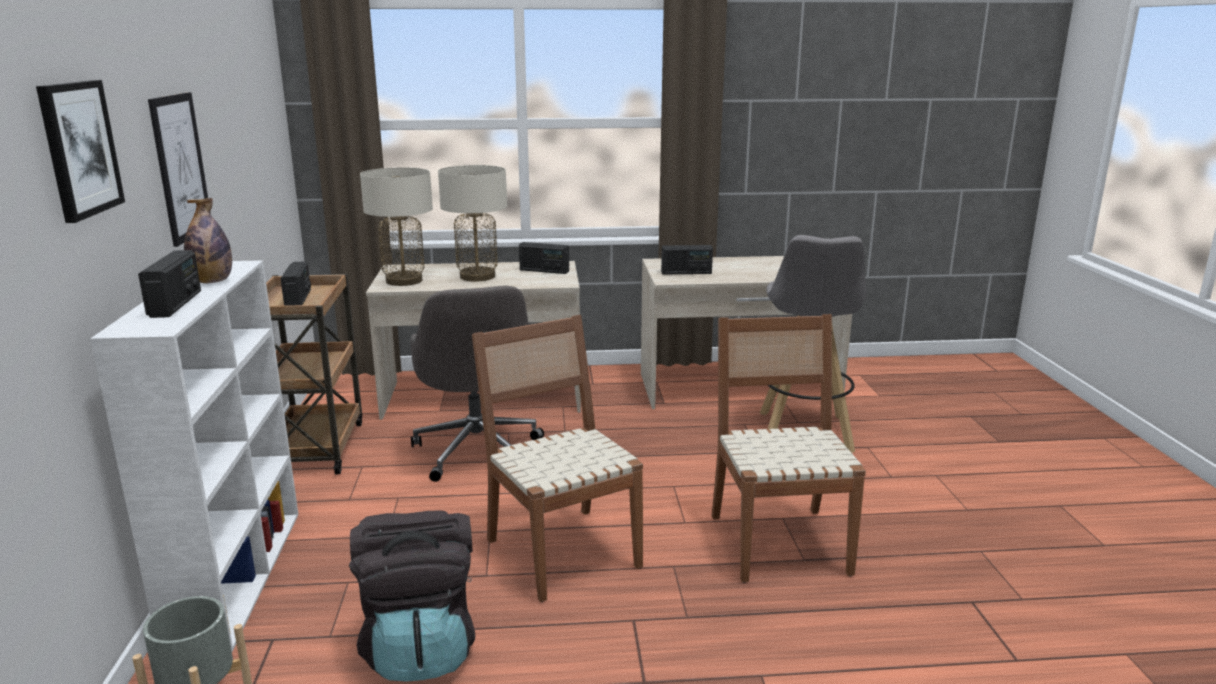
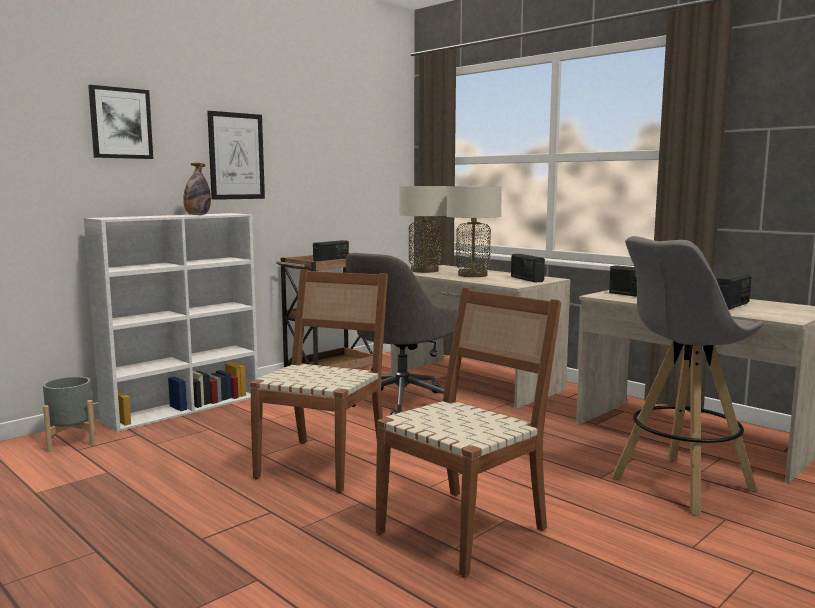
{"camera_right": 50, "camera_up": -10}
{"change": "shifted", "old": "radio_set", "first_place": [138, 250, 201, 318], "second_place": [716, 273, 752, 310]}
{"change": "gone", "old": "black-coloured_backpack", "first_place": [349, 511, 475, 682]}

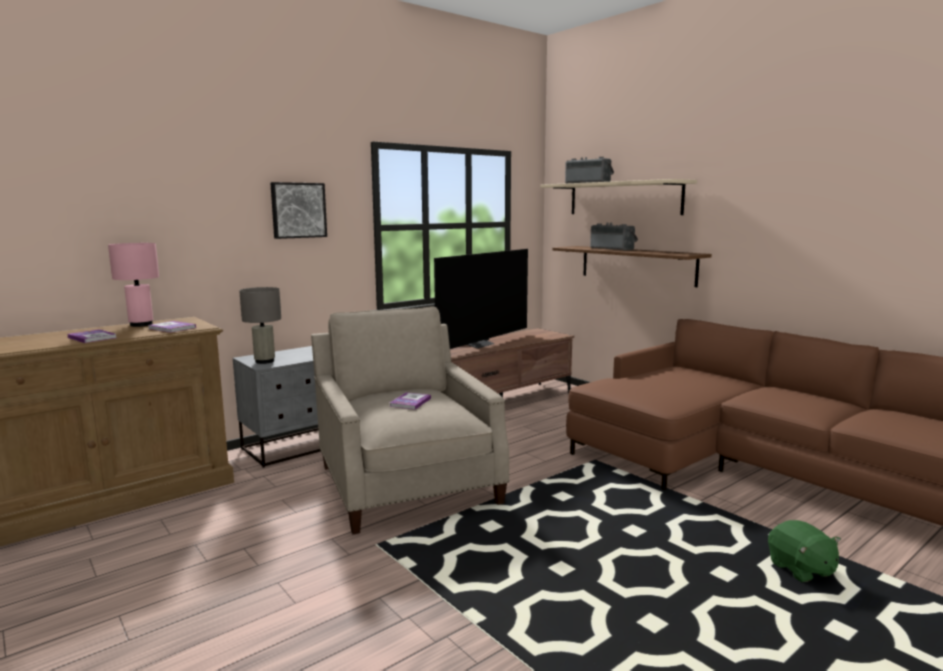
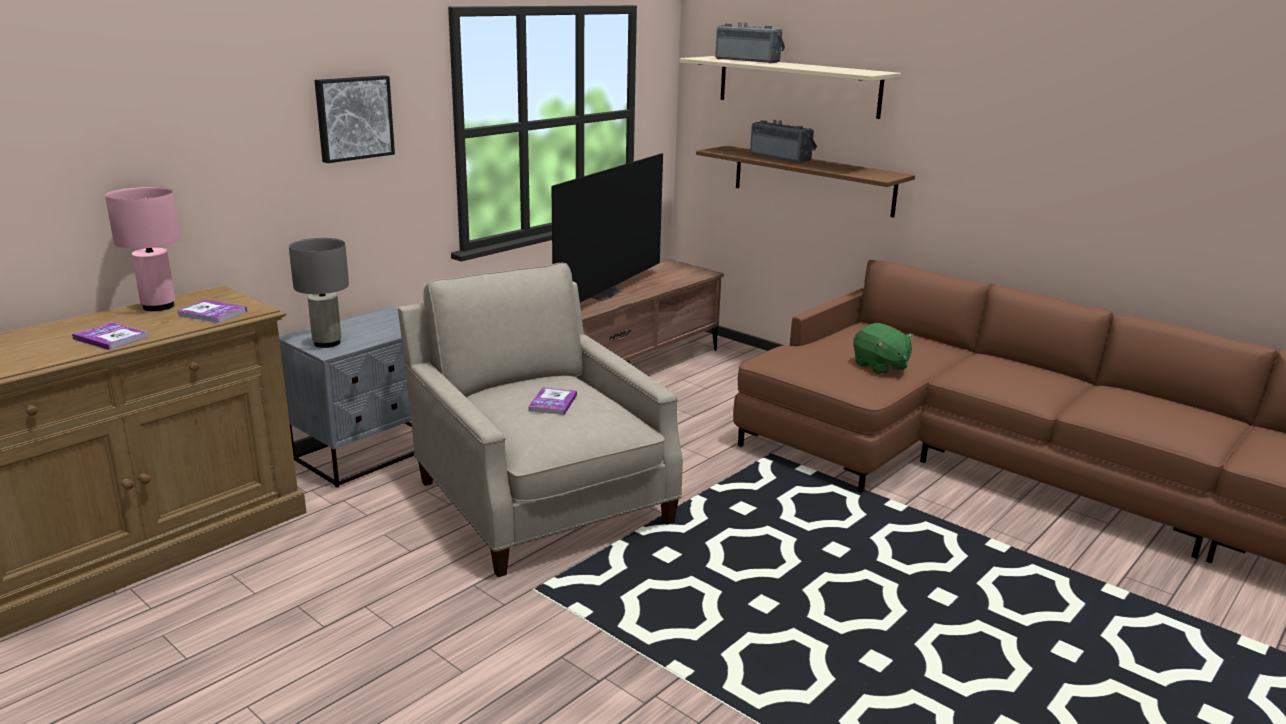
{"camera_right": -10, "camera_up": 10}
{"change": "shifted", "old": "green-coloured_cuddly_toy", "first_place": [768, 520, 841, 582], "second_place": [853, 323, 914, 375]}

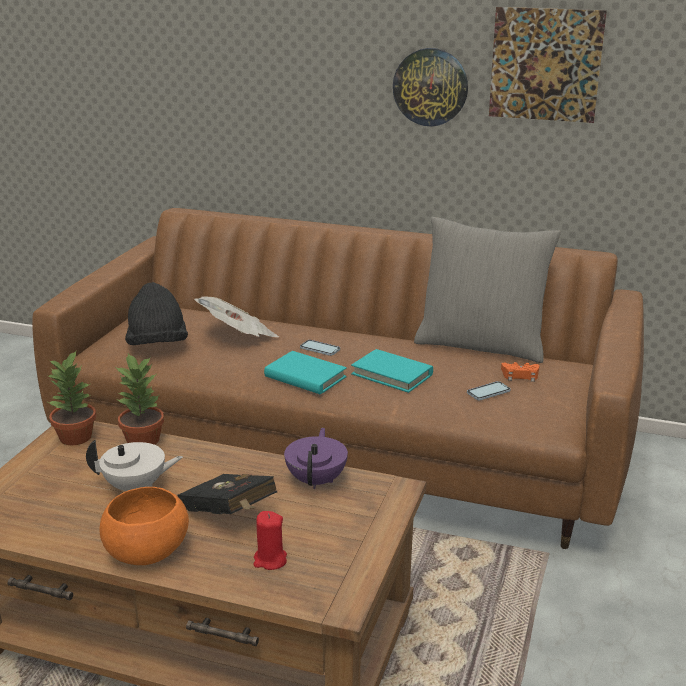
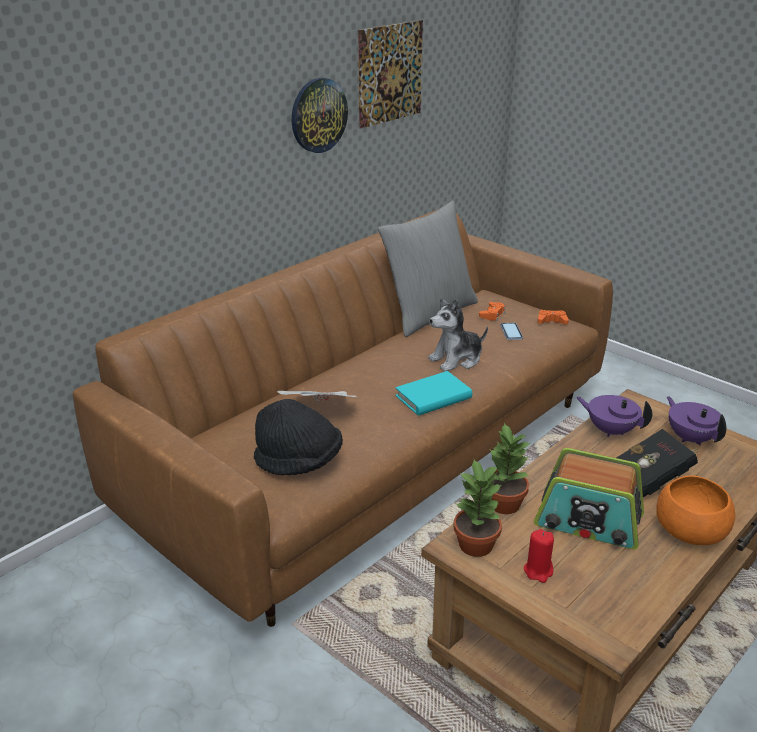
{"camera_right": -65, "camera_up": 5}
{"change": "swapped", "old": "blue-green_volume", "new": "cuddly_toy", "first_place": [351, 349, 433, 393], "second_place": [428, 298, 488, 372]}
{"change": "shifted", "old": "reddish_wax_candle", "first_place": [254, 511, 287, 570], "second_place": [524, 529, 554, 583]}
{"change": "swapped", "old": "whitish_pot_for_tea", "new": "radio_set", "first_place": [86, 440, 183, 491], "second_place": [534, 448, 644, 549]}
{"change": "new", "new": "orangey_game_controller", "second_place": [538, 310, 569, 325]}
{"change": "new", "new": "purplish_pot_for_tea", "second_place": [667, 396, 726, 445]}
{"change": "gone", "old": "handset", "first_place": [300, 340, 340, 356]}

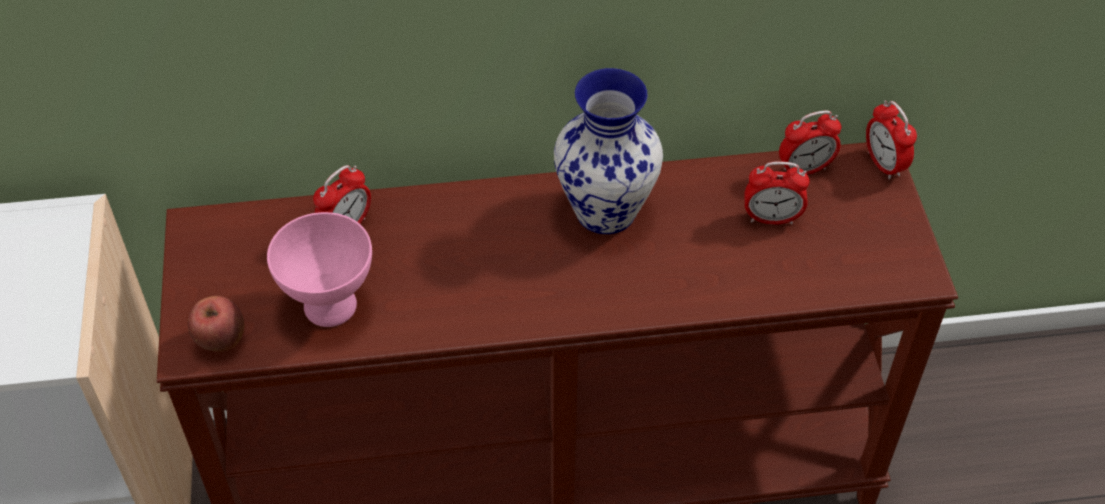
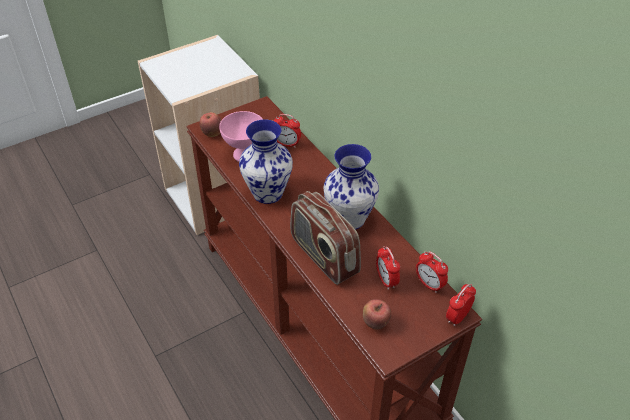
{"camera_right": 65, "camera_up": -5}
{"change": "new", "new": "vase", "second_place": [239, 119, 293, 204]}
{"change": "new", "new": "radio_set", "second_place": [290, 191, 361, 285]}
{"change": "new", "new": "apple_fruit", "second_place": [363, 299, 391, 330]}

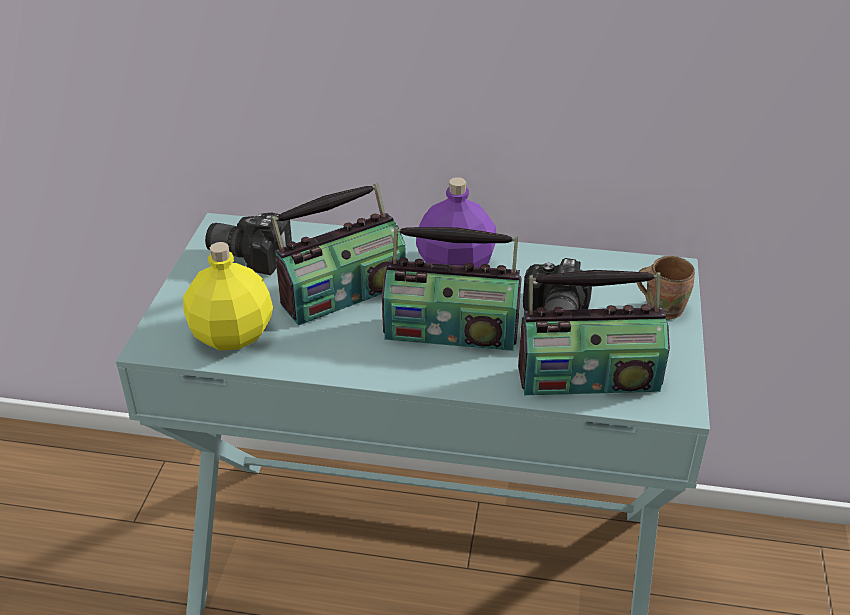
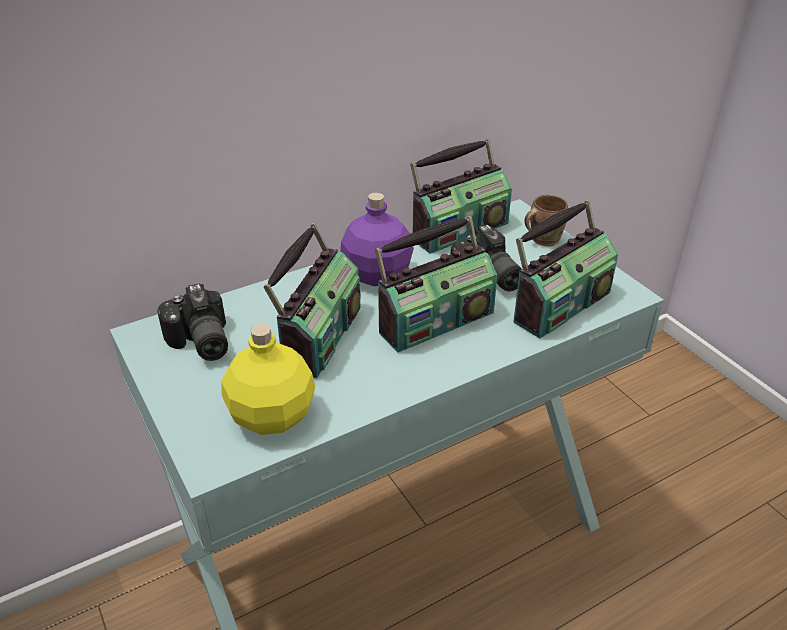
{"camera_right": -40, "camera_up": 0}
{"change": "rotated", "old": "photo_camera", "first_place": [205, 213, 292, 275], "second_place": [157, 283, 228, 361], "degrees": -90}
{"change": "new", "new": "radio_set", "second_place": [410, 139, 512, 254]}

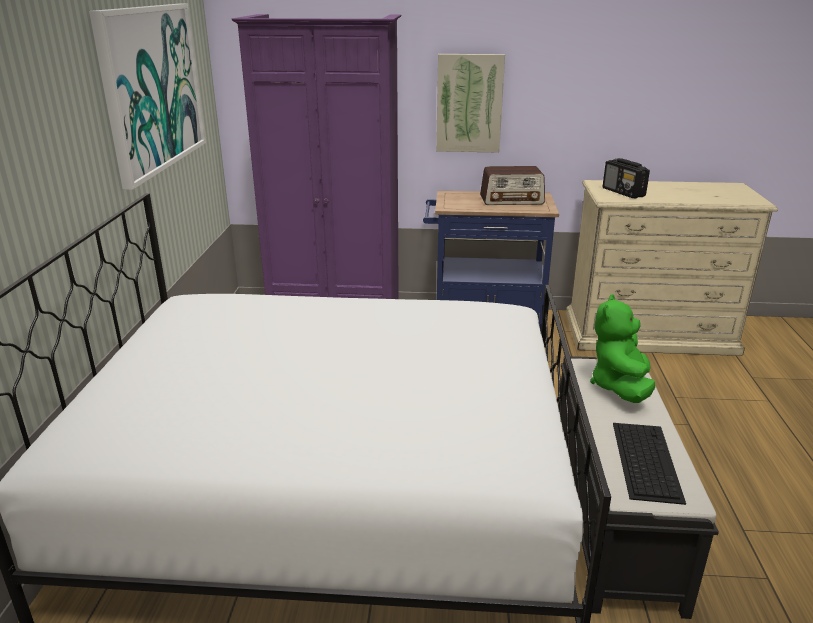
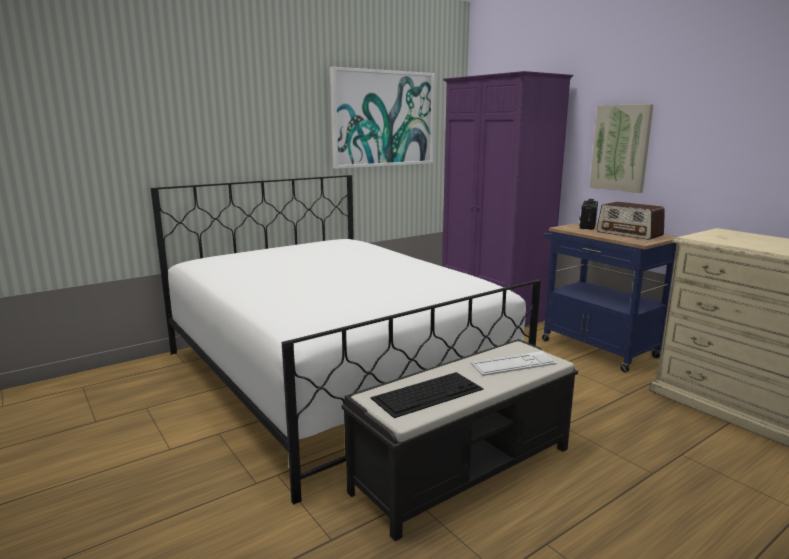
{"camera_right": 50, "camera_up": -10}
{"change": "swapped", "old": "green-coloured_cuddly_toy", "new": "PC_keyboard", "first_place": [590, 294, 655, 403], "second_place": [470, 351, 557, 376]}
{"change": "shifted", "old": "radio_set", "first_place": [603, 158, 650, 198], "second_place": [579, 199, 598, 230]}

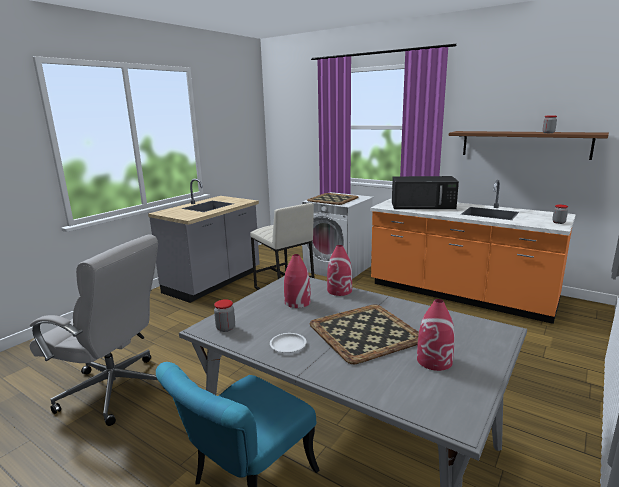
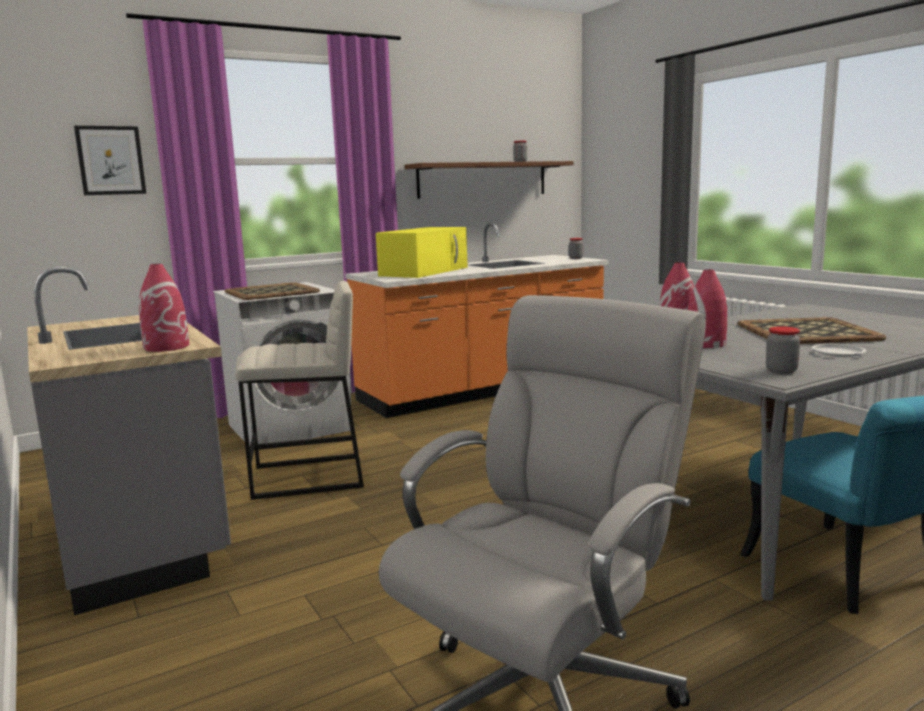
{"camera_right": -65, "camera_up": -5}
{"change": "new", "new": "wall_picture", "second_place": [74, 126, 146, 195]}
{"change": "shifted", "old": "reddish_vase", "first_place": [417, 299, 455, 371], "second_place": [139, 264, 189, 352]}
{"change": "repainted", "old": "black-coloured_microwave_oven", "new": "yellowish_microwave_oven", "first_place": [392, 176, 459, 209], "second_place": [376, 227, 468, 278]}

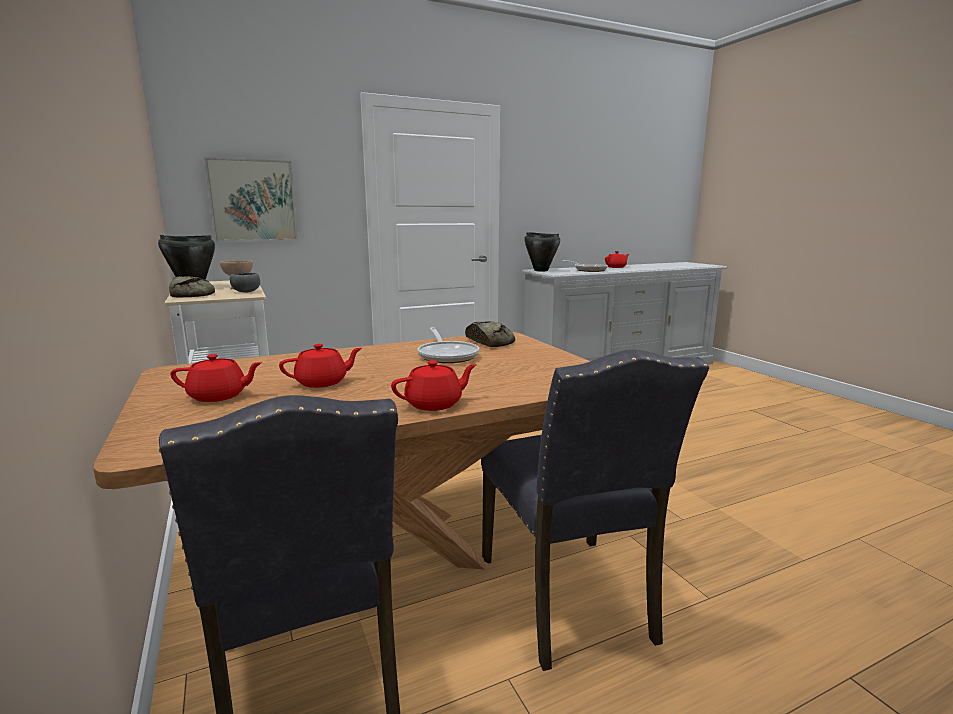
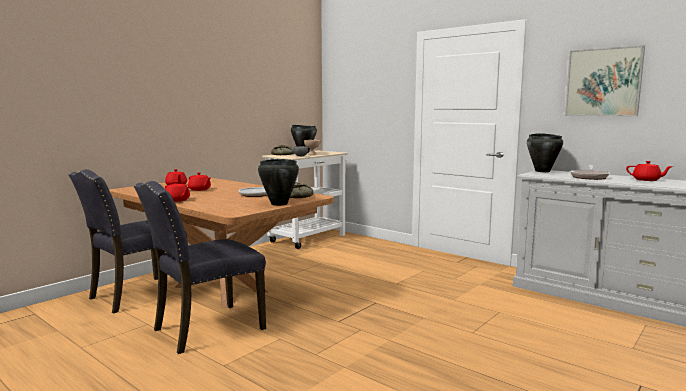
{"camera_right": 65, "camera_up": -5}
{"change": "new", "new": "black-coloured_stockpot", "second_place": [258, 159, 299, 206]}
{"change": "shifted", "old": "wall_picture", "first_place": [204, 157, 298, 242], "second_place": [565, 45, 645, 116]}

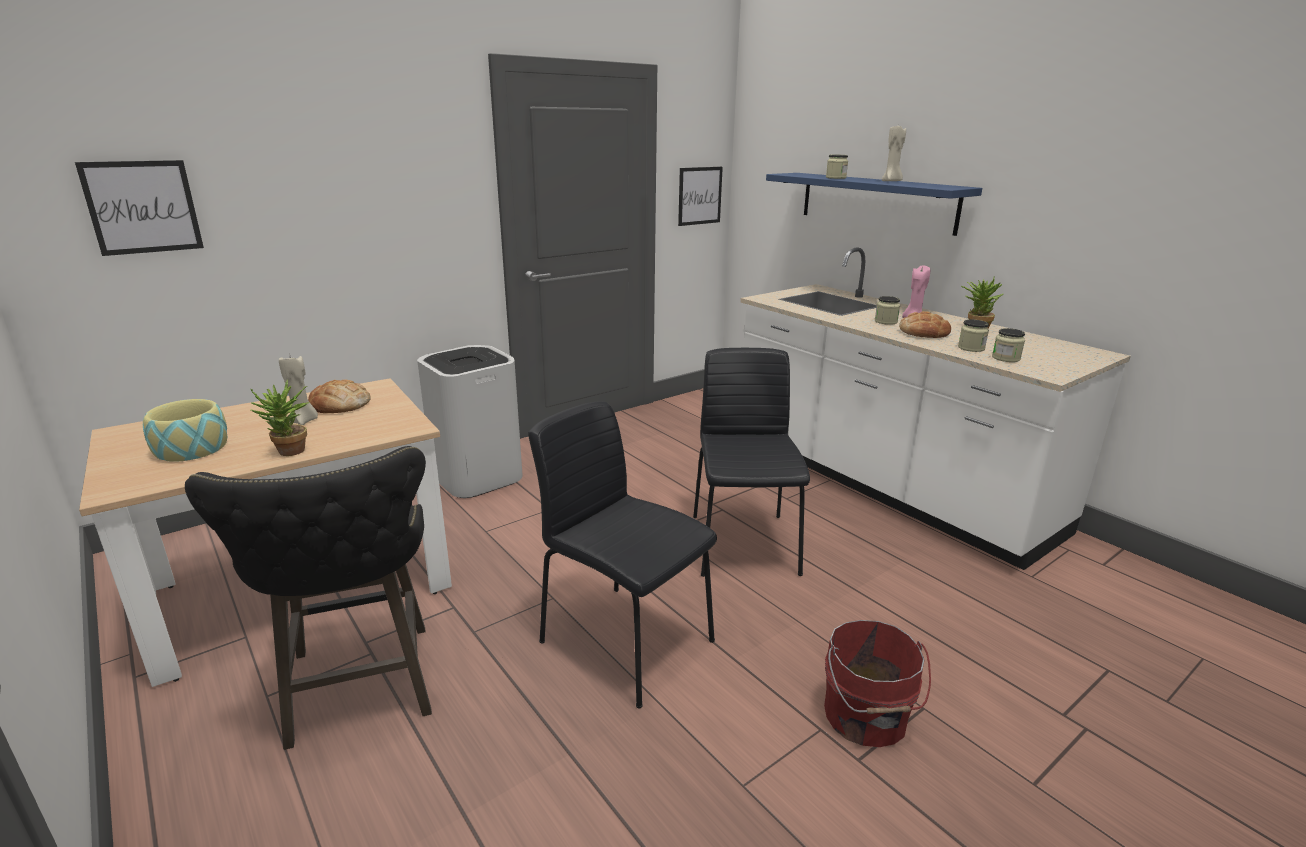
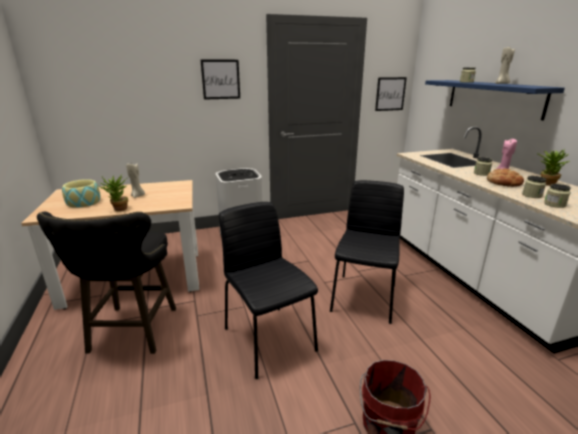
{"camera_right": 20, "camera_up": 0}
{"change": "shifted", "old": "wall_picture", "first_place": [75, 160, 204, 256], "second_place": [201, 60, 240, 100]}
{"change": "gone", "old": "baked_bread", "first_place": [308, 380, 371, 413]}

